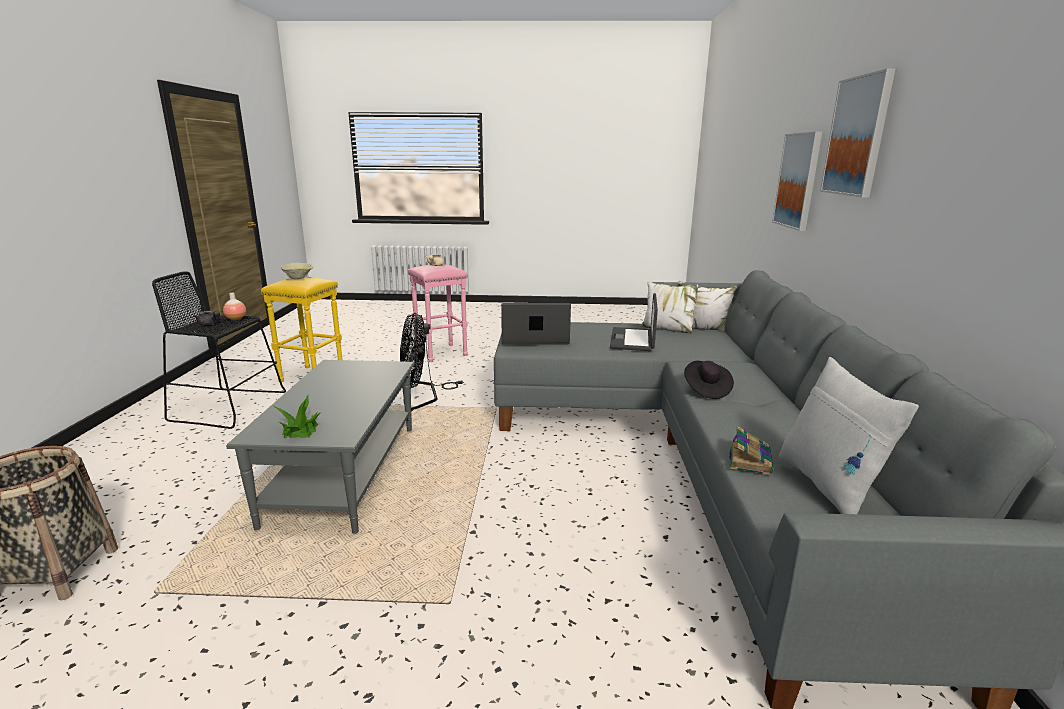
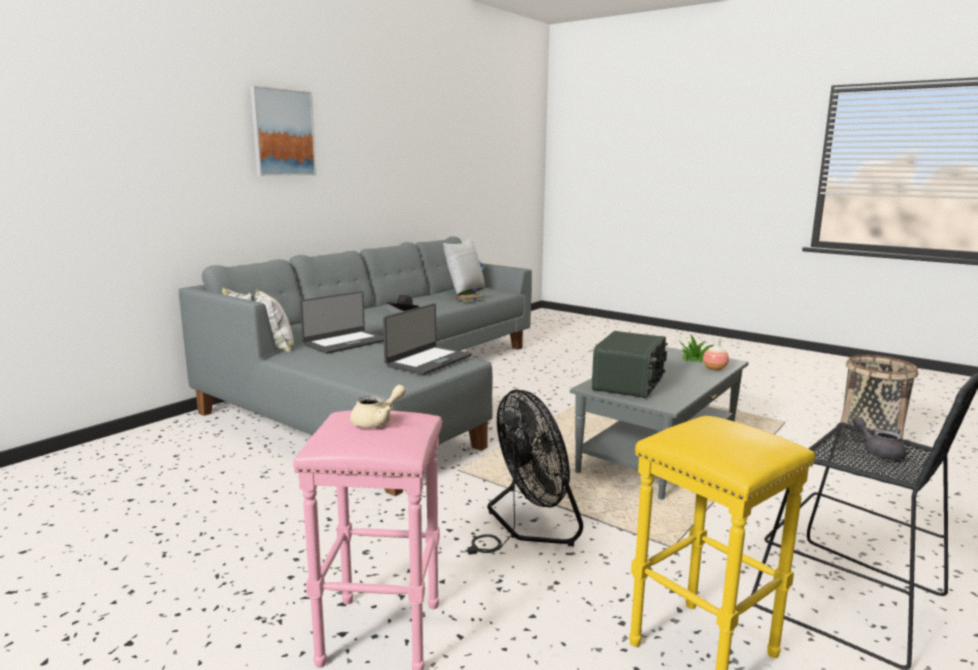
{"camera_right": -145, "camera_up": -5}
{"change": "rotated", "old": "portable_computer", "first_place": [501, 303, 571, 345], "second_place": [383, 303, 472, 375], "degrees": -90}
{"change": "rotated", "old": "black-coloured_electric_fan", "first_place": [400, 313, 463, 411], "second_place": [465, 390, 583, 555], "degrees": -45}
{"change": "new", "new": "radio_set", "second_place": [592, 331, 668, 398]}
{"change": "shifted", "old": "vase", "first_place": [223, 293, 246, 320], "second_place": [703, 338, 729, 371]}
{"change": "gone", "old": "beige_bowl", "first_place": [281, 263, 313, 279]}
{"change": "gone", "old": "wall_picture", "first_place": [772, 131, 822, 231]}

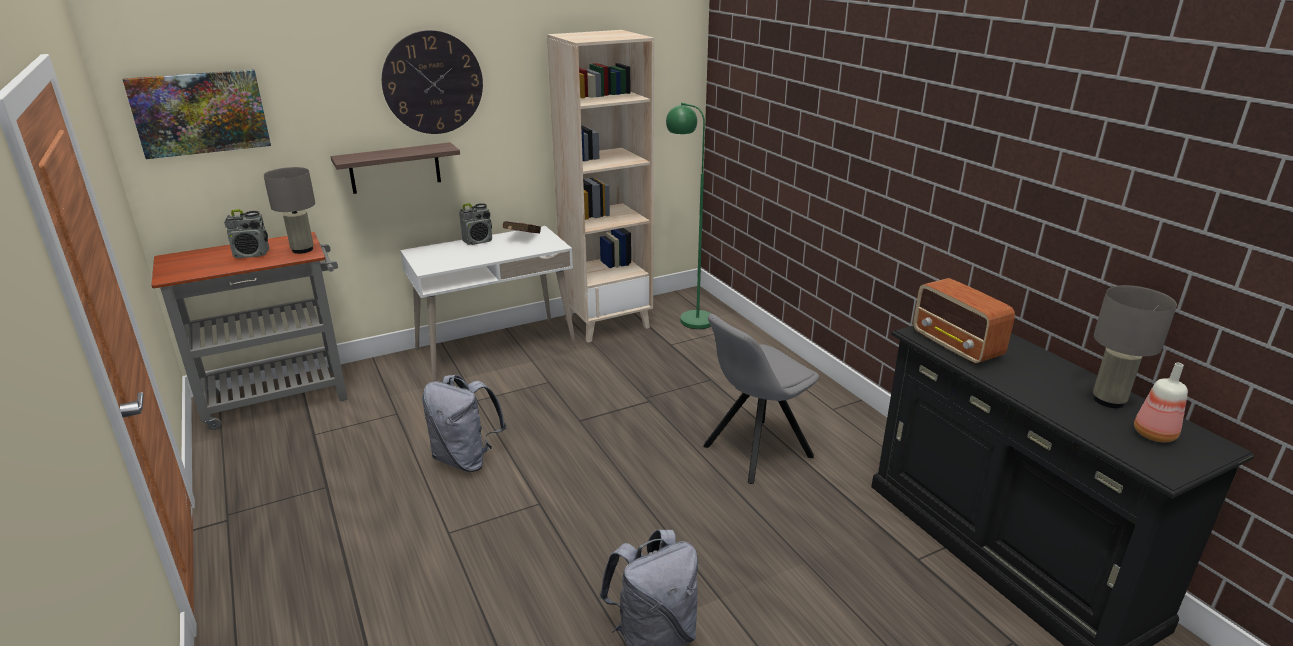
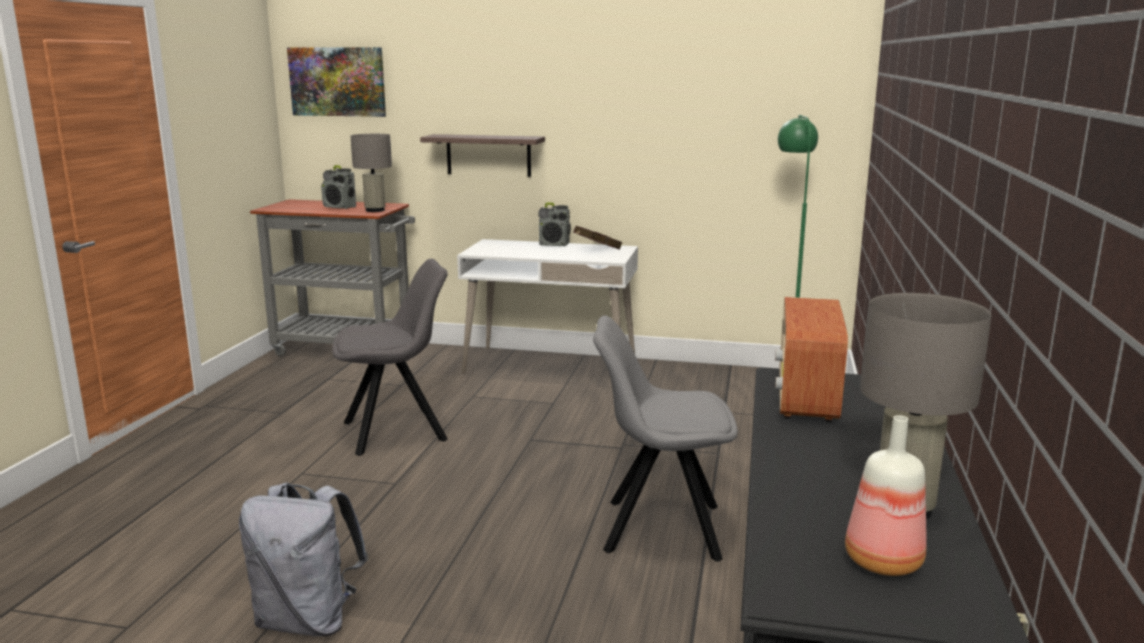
{"camera_right": 40, "camera_up": -10}
{"change": "swapped", "old": "grey_backpack", "new": "grey_chair", "first_place": [422, 375, 506, 472], "second_place": [332, 259, 448, 456]}
{"change": "gone", "old": "wall_clock", "first_place": [382, 30, 483, 134]}
{"change": "gone", "old": "beige_bookshelf", "first_place": [547, 30, 654, 343]}

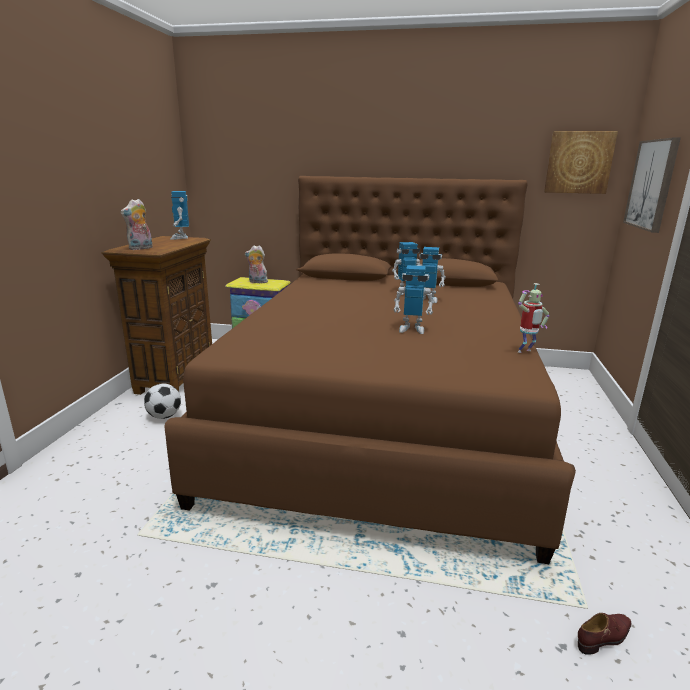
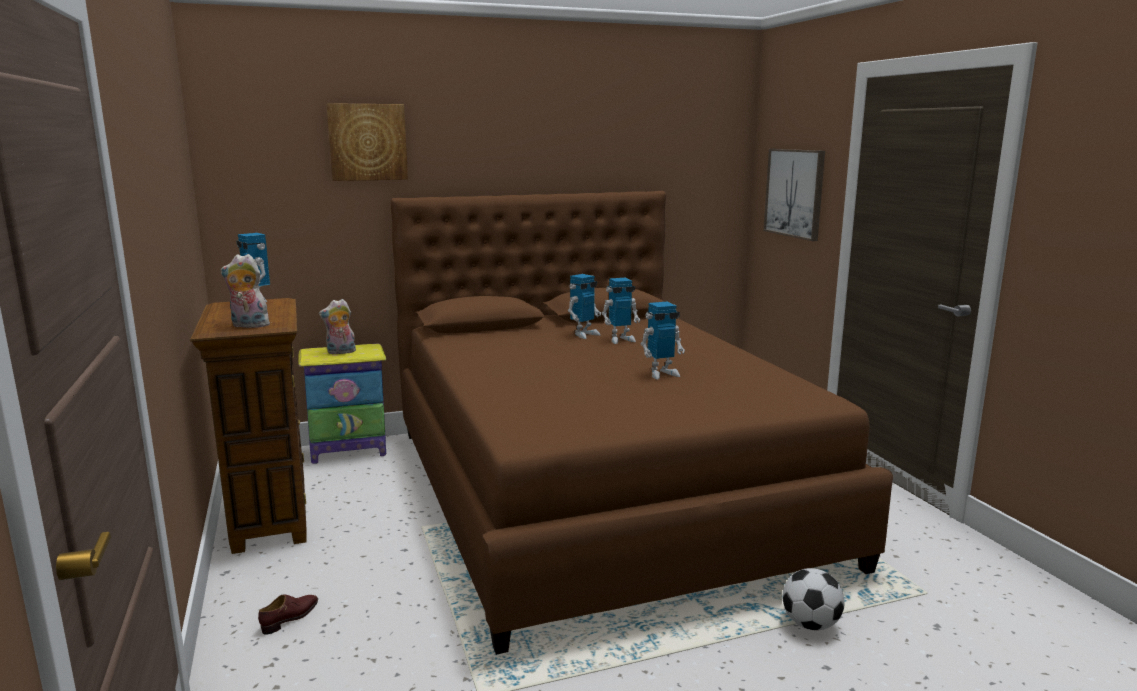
{"camera_right": -30, "camera_up": -5}
{"change": "rotated", "old": "cuddly_toy", "first_place": [120, 199, 153, 250], "second_place": [220, 254, 270, 328], "degrees": 90}
{"change": "shifted", "old": "brown_item_of_footwear", "first_place": [578, 613, 632, 655], "second_place": [258, 594, 318, 635]}
{"change": "shifted", "old": "wall_picture", "first_place": [544, 131, 618, 194], "second_place": [326, 103, 408, 181]}
{"change": "shifted", "old": "football_ball", "first_place": [144, 383, 181, 419], "second_place": [782, 568, 845, 631]}
{"change": "gone", "old": "toy_robot", "first_place": [518, 283, 549, 353]}

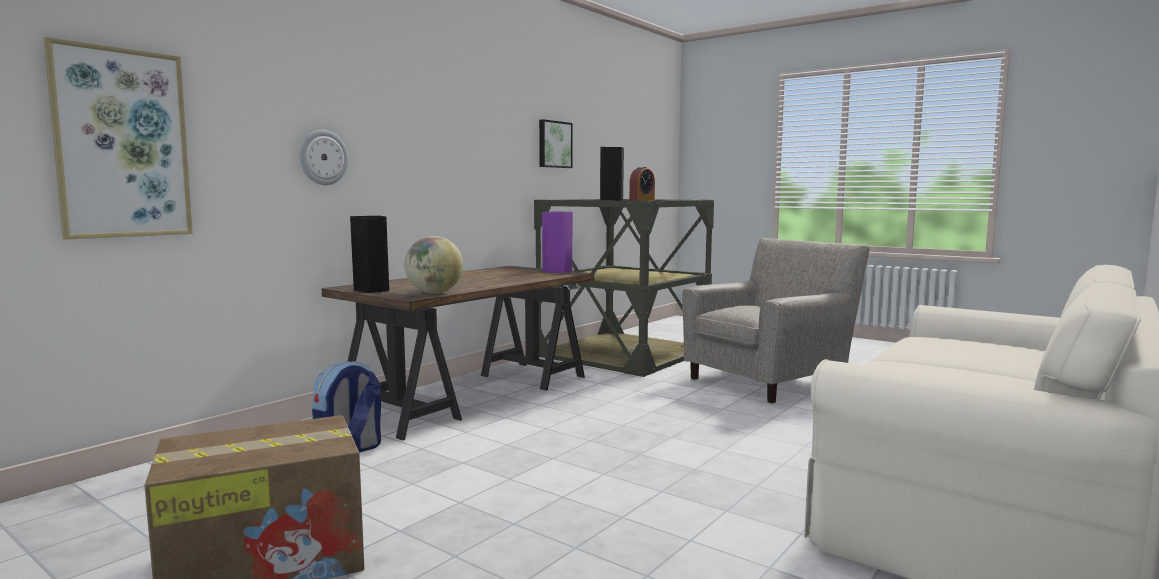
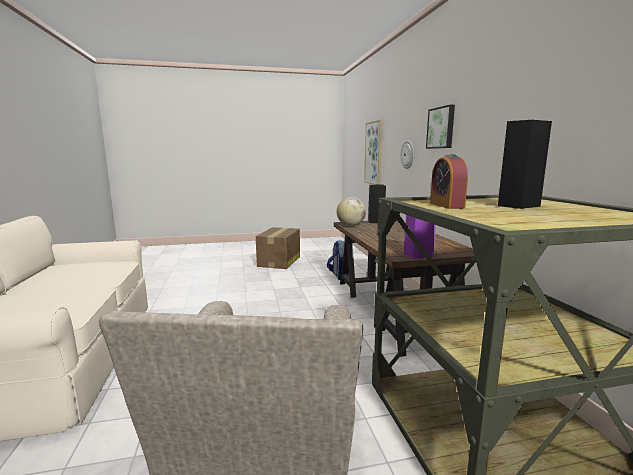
{"camera_right": 130, "camera_up": 5}
{"change": "shifted", "old": "wall_picture", "first_place": [539, 119, 572, 168], "second_place": [426, 105, 455, 149]}

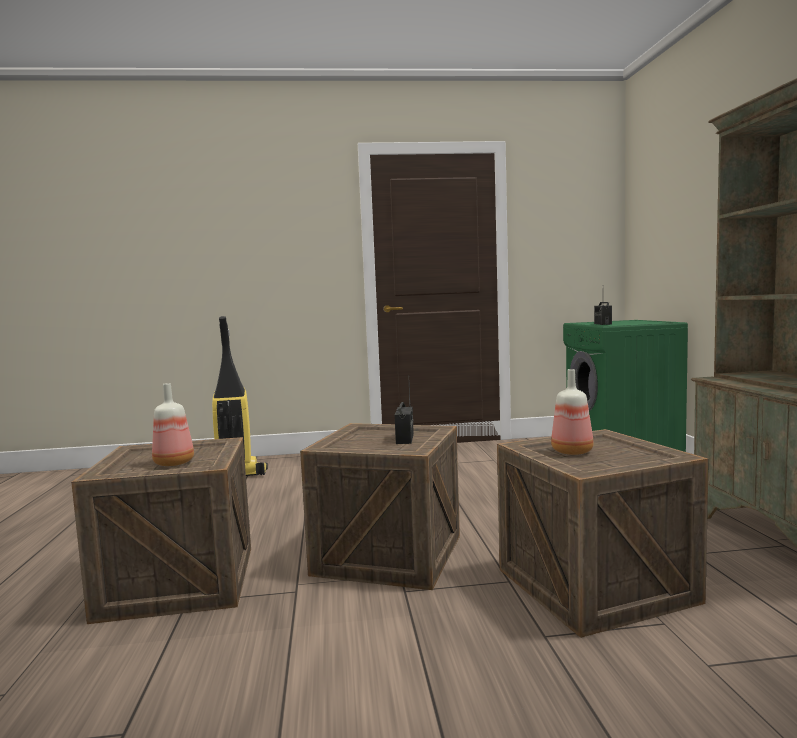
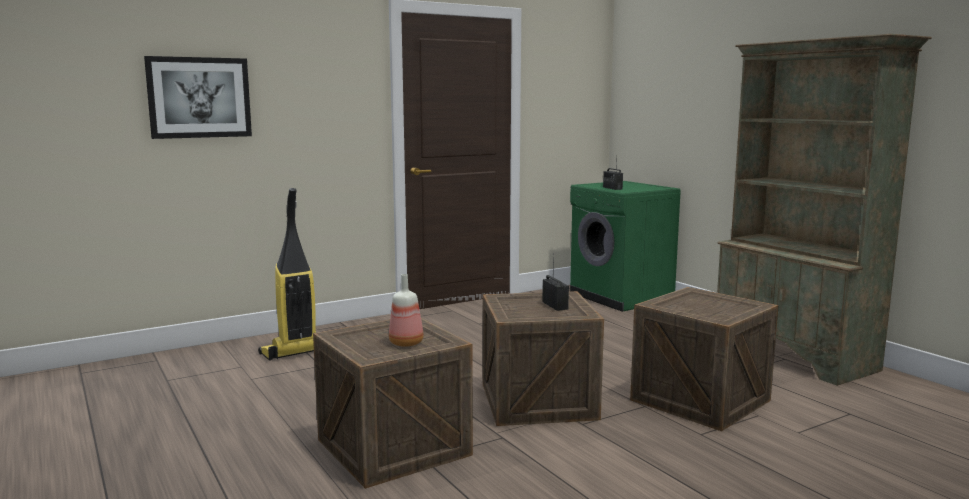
{"camera_right": -25, "camera_up": 5}
{"change": "new", "new": "wall_picture", "second_place": [144, 56, 252, 139]}
{"change": "gone", "old": "drink_bottle", "first_place": [551, 369, 594, 455]}

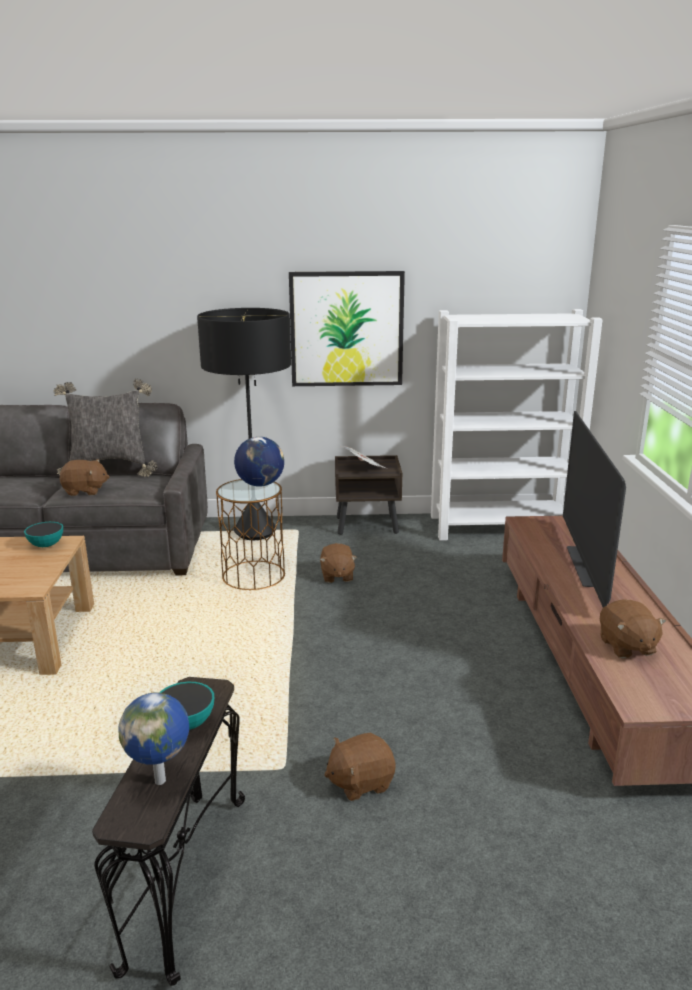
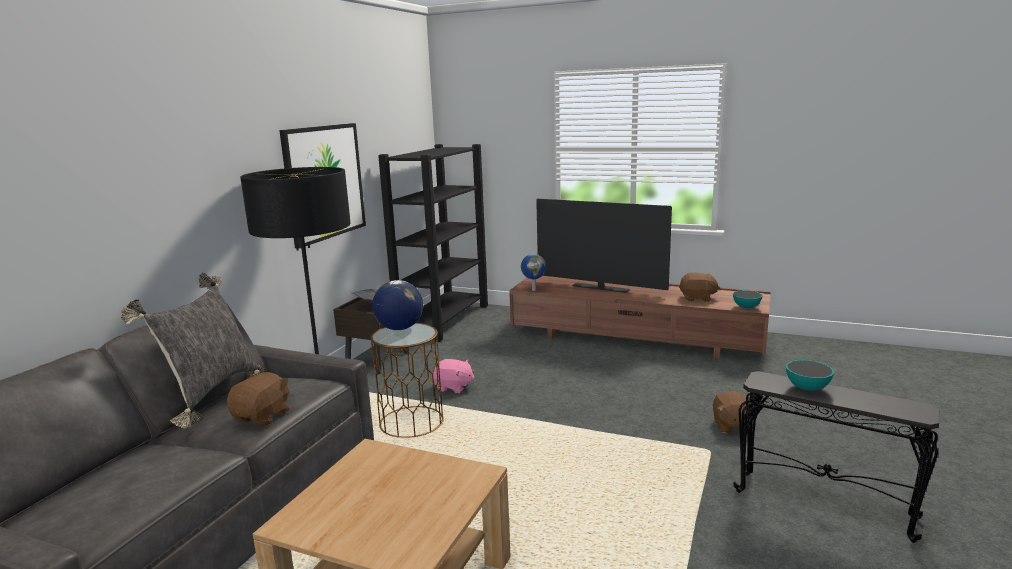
{"camera_right": -65, "camera_up": -5}
{"change": "repainted", "old": "whitish_bookshelf", "new": "black-coloured_bookshelf", "first_place": [431, 309, 603, 541], "second_place": [378, 144, 488, 342]}
{"change": "repainted", "old": "brown_cuddly_toy", "new": "pink-coloured_cuddly_toy", "first_place": [320, 543, 357, 583], "second_place": [433, 359, 475, 393]}
{"change": "shifted", "old": "globe", "first_place": [119, 693, 189, 785], "second_place": [521, 254, 546, 291]}
{"change": "shifted", "old": "bowl", "first_place": [24, 522, 63, 547], "second_place": [733, 290, 763, 308]}

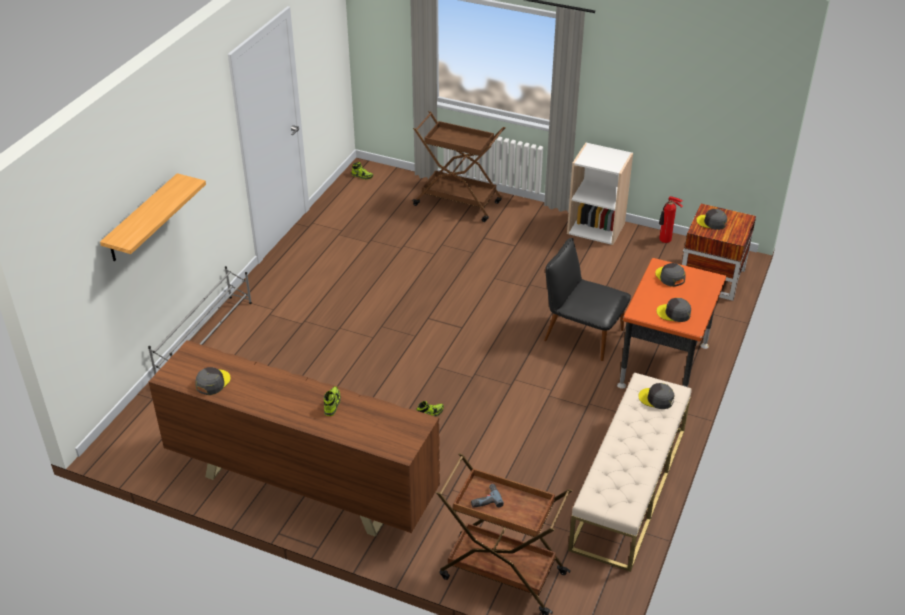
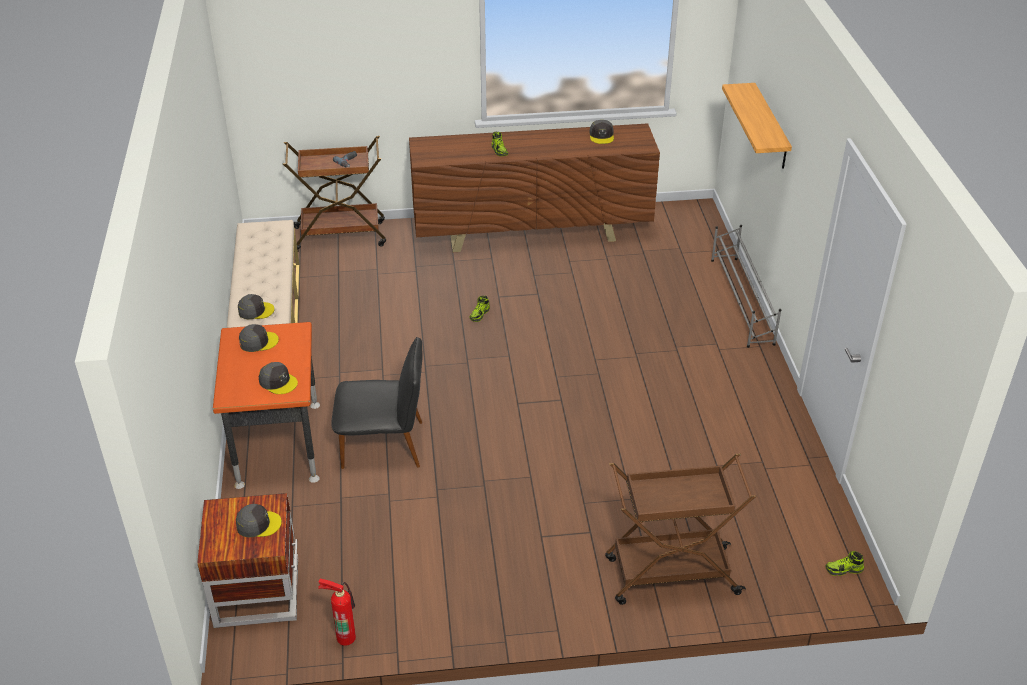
{"camera_right": 150, "camera_up": 0}
{"change": "gone", "old": "whitish_bookshelf", "first_place": [567, 143, 633, 245]}

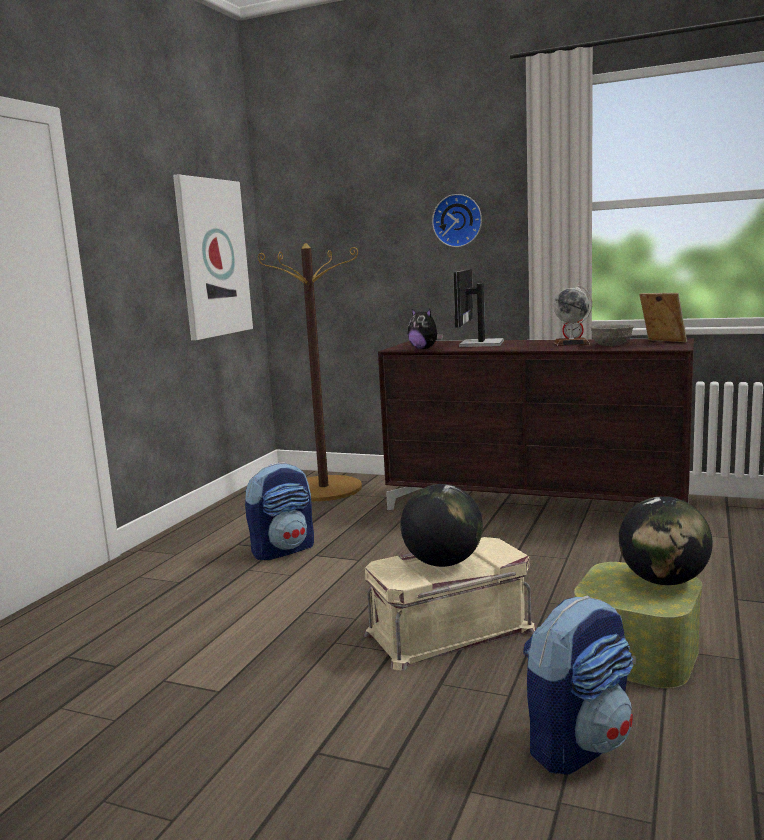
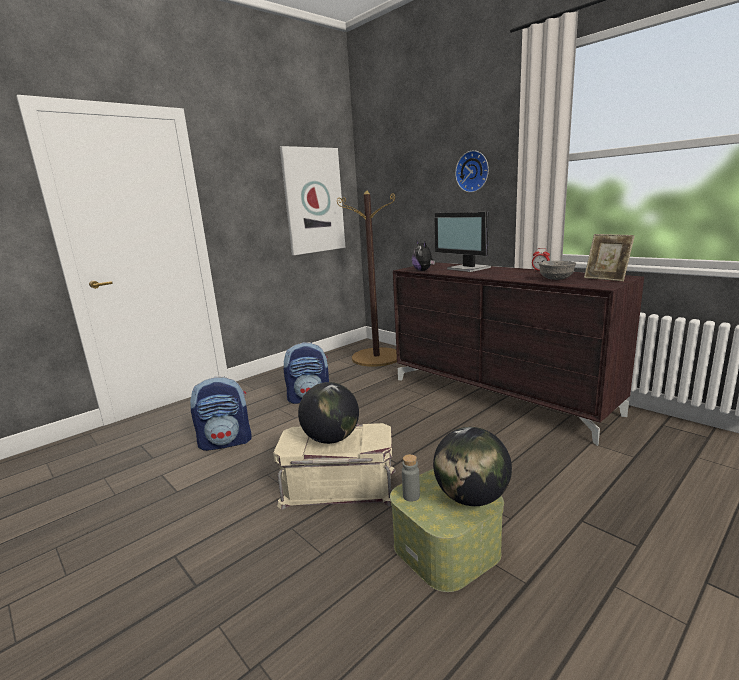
{"camera_right": 25, "camera_up": 5}
{"change": "shifted", "old": "backpack", "first_place": [523, 596, 634, 775], "second_place": [190, 376, 252, 451]}
{"change": "new", "new": "grey_drink_bottle", "second_place": [402, 454, 420, 502]}
{"change": "rotated", "old": "computer_display", "first_place": [453, 269, 504, 347], "second_place": [434, 212, 491, 272], "degrees": -75}
{"change": "rotated", "old": "photo_frame", "first_place": [639, 293, 687, 342], "second_place": [584, 234, 635, 281], "degrees": 150}
{"change": "gone", "old": "globe", "first_place": [554, 285, 592, 346]}

